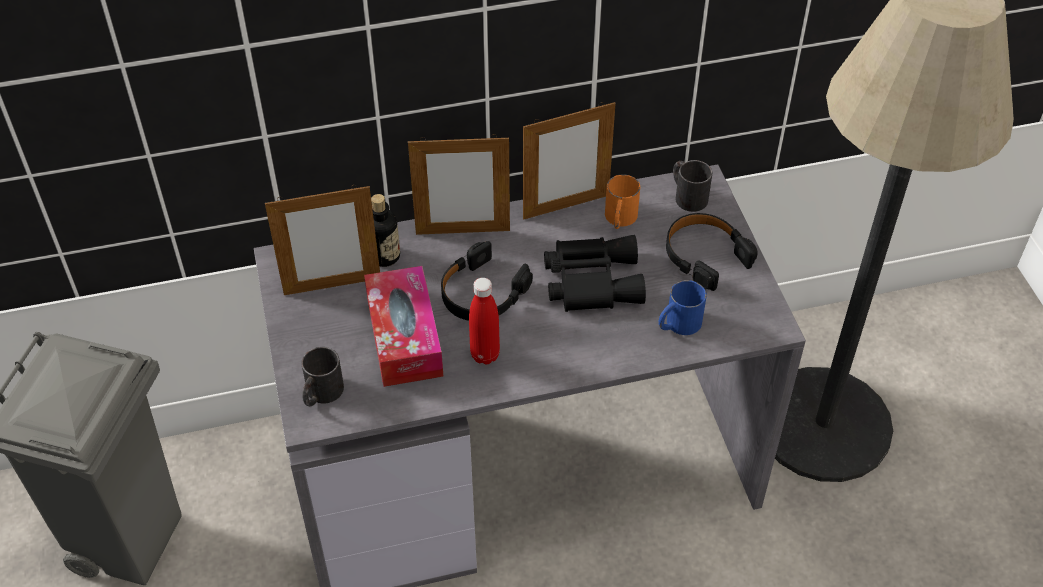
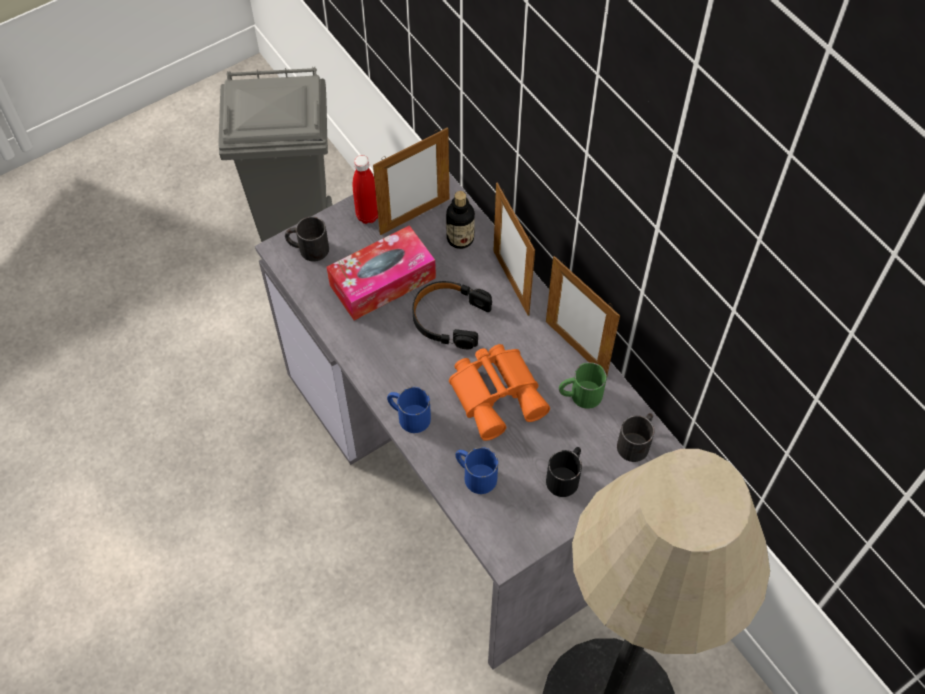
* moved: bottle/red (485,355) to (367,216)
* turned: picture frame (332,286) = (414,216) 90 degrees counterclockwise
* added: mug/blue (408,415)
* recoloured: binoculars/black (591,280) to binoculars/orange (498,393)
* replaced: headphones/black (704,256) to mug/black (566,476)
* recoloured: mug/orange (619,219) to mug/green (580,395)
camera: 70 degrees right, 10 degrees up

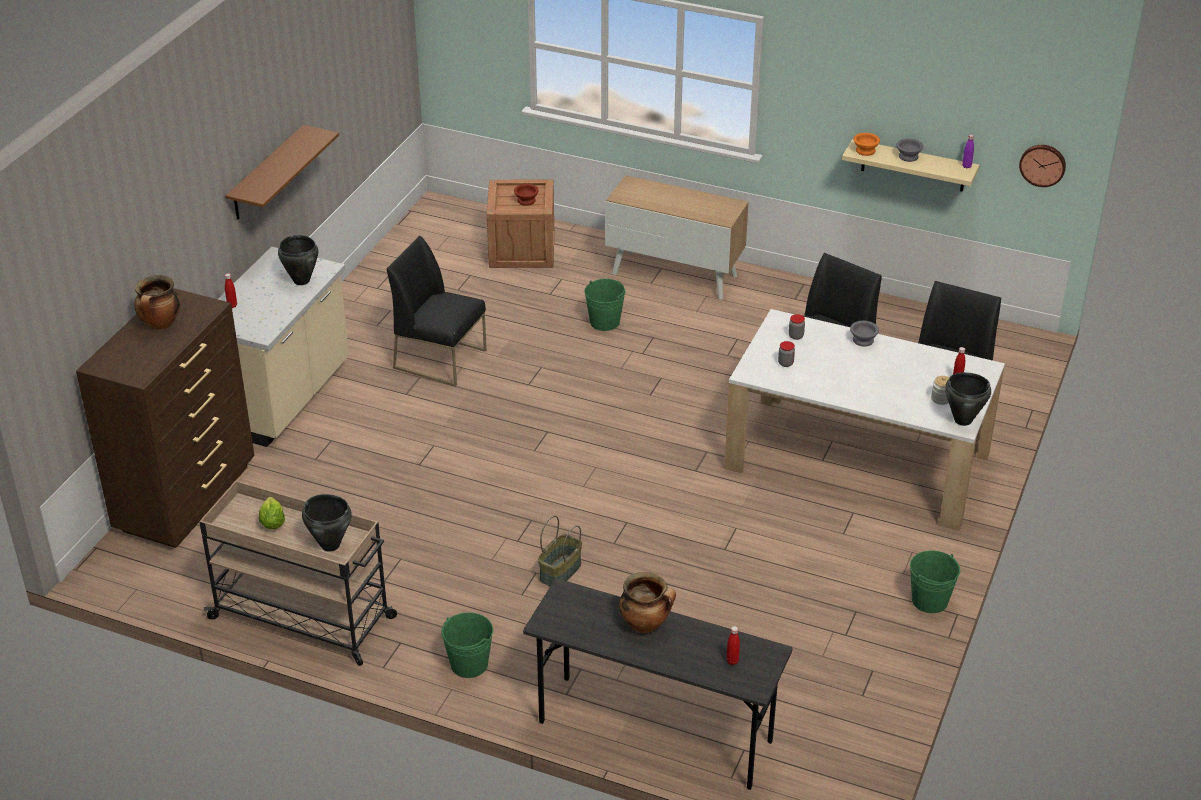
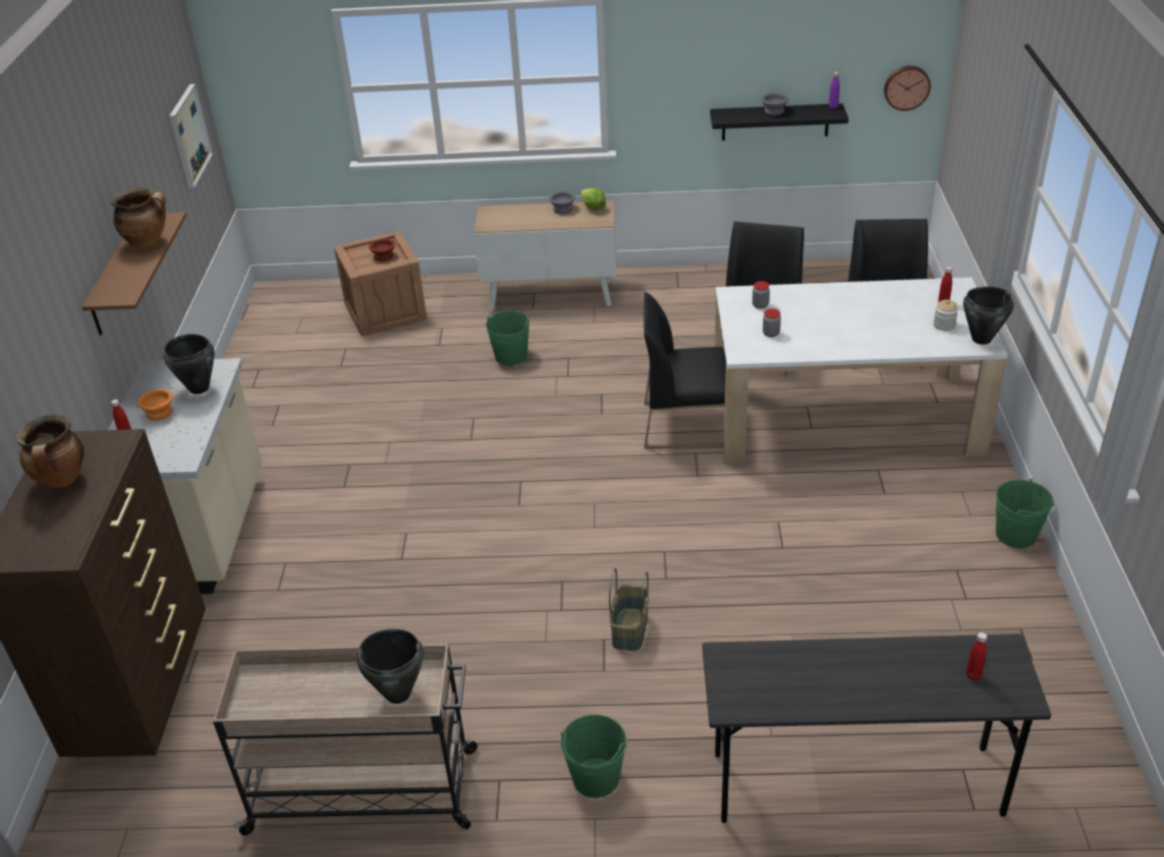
* moved: cooking pot (646,624) to (148,242)
* moved: bowl/orange (865,150) to (159,412)
* added: picture (189,135)
* moved: bowl/grey (862,340) to (562,209)
* moved: lettuce (272,523) to (593,208)
* moved: chair/black (441,359) to (684,424)
* recoloured: shelf/beige (913,166) to shelf/black (775,122)
camera: 20 degrees left, 0 degrees up

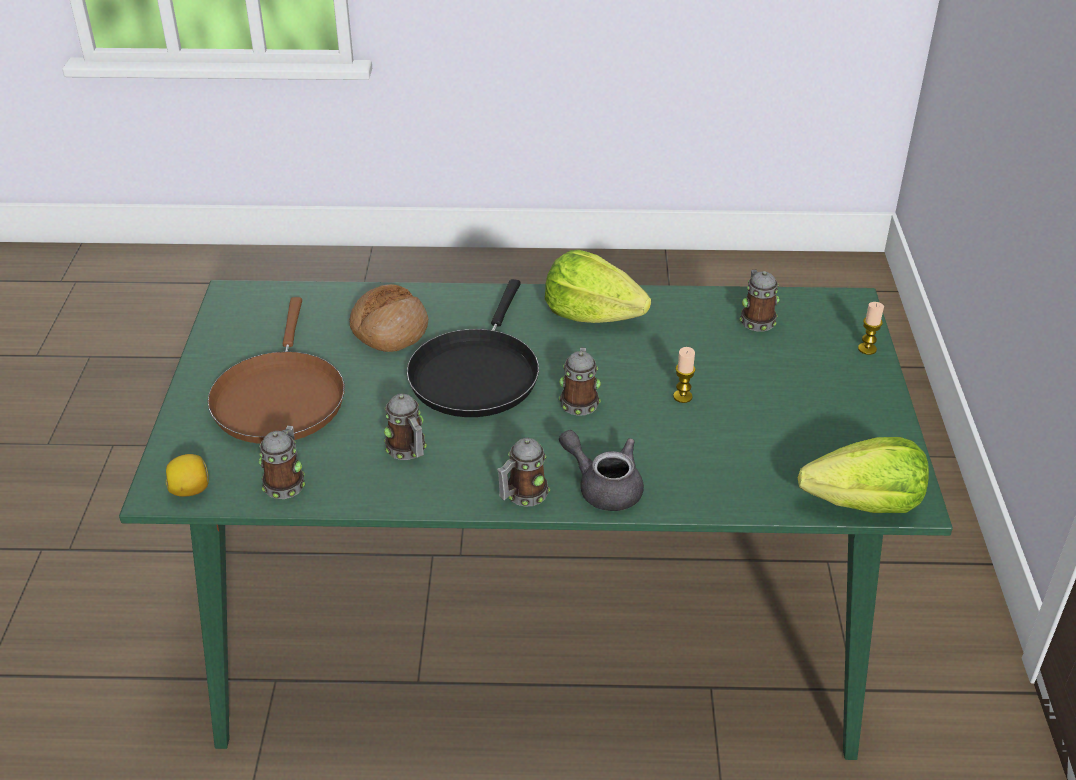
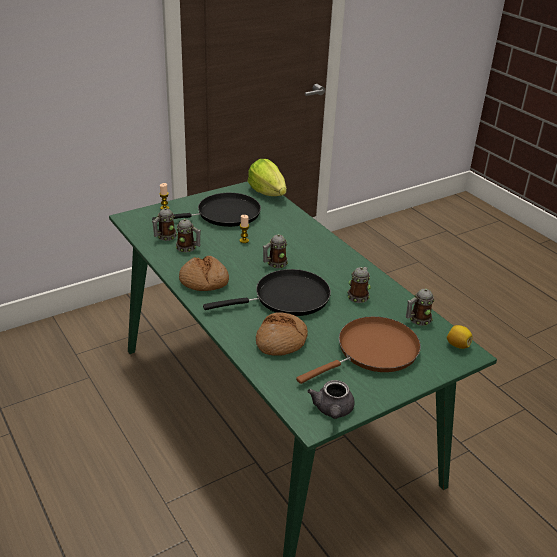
* added: frying pan/black (224,214)
* moved: mug (522,495) to (188,248)
* replaced: lettuce (592,315) to bread (204,281)
* moved: teapot/grey (604,487) to (332,410)
camera: 125 degrees left, 5 degrees down

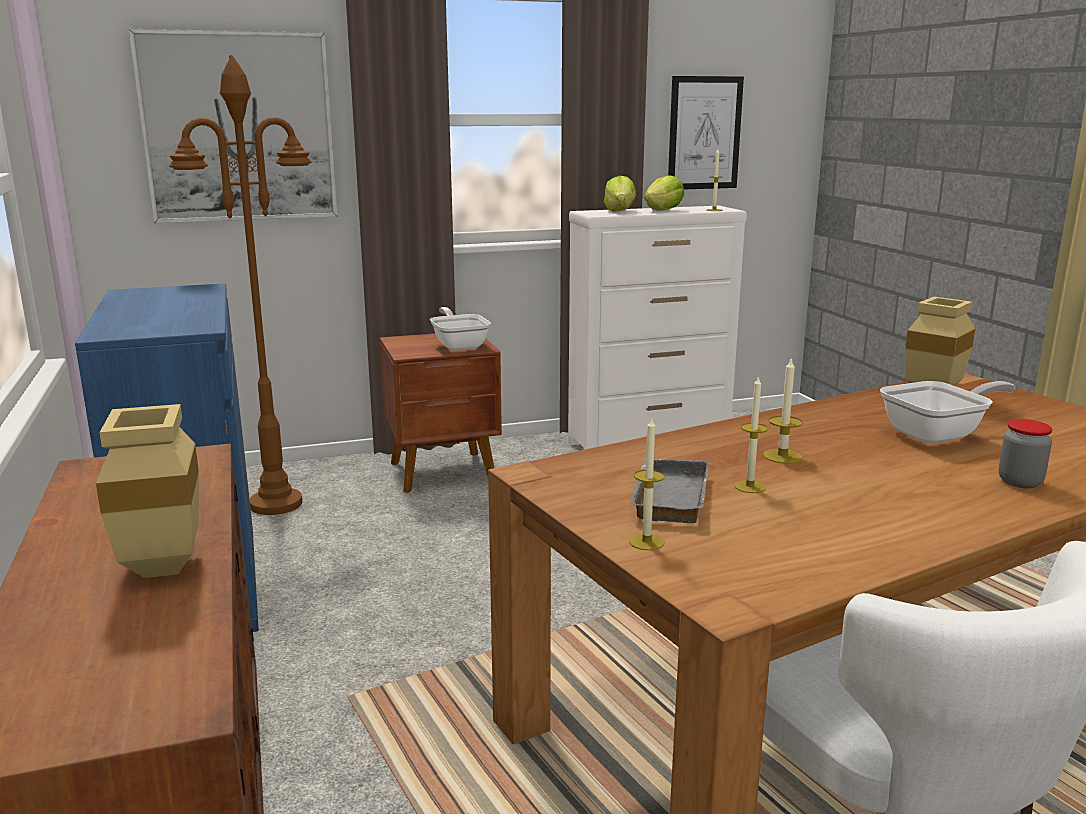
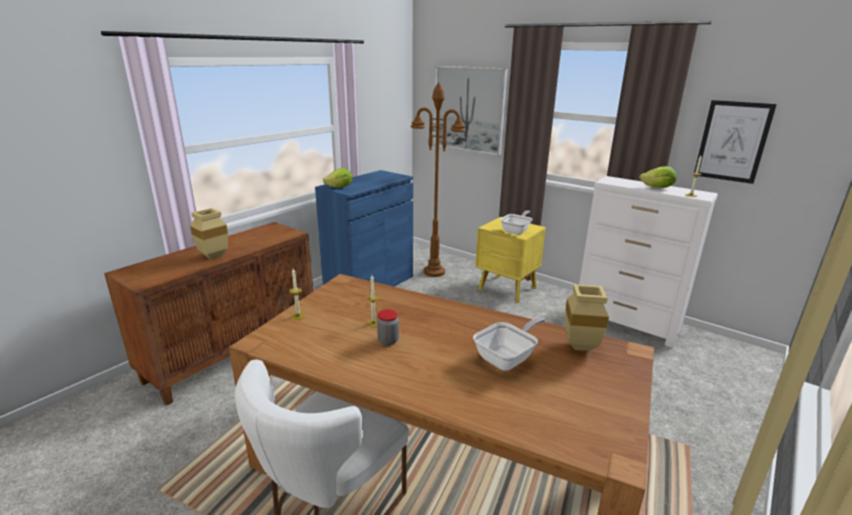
* moved: lettuce (620,211) to (340,187)
* moved: jar (1020,482) to (388,340)
* turned: frying pan (939,434) = (508,358) 75 degrees counterclockwise
* recoloured: nightstand/brown (444,472) to nightstand/yellow (507,289)
* removed: tray/grey (666,496)
* removed: candle (782,456)
camera: 55 degrees right, 5 degrees up

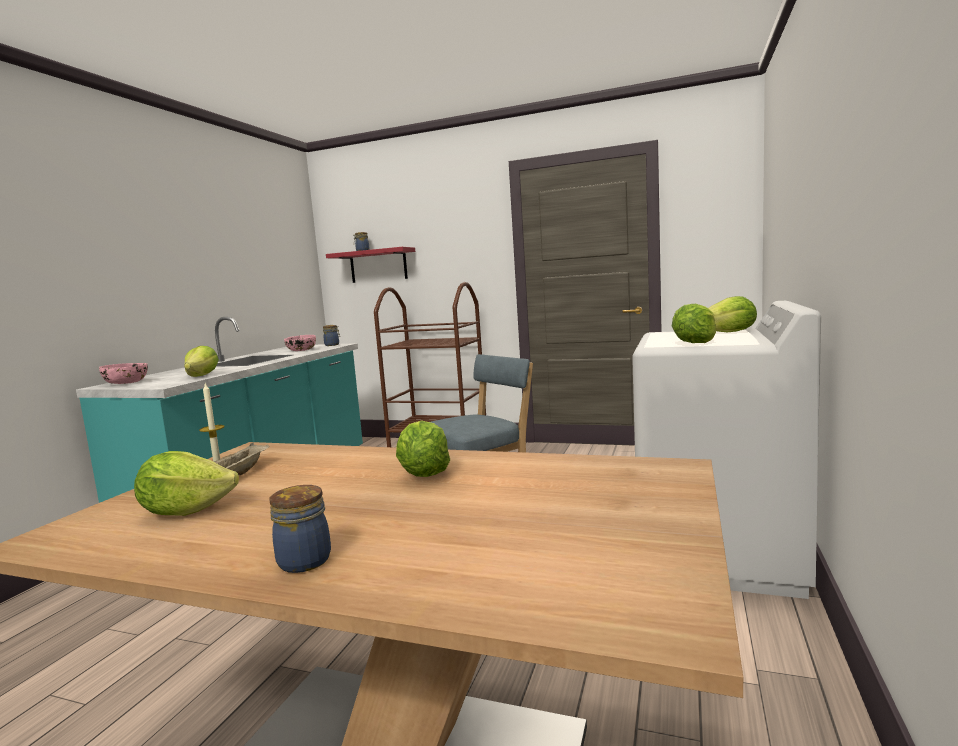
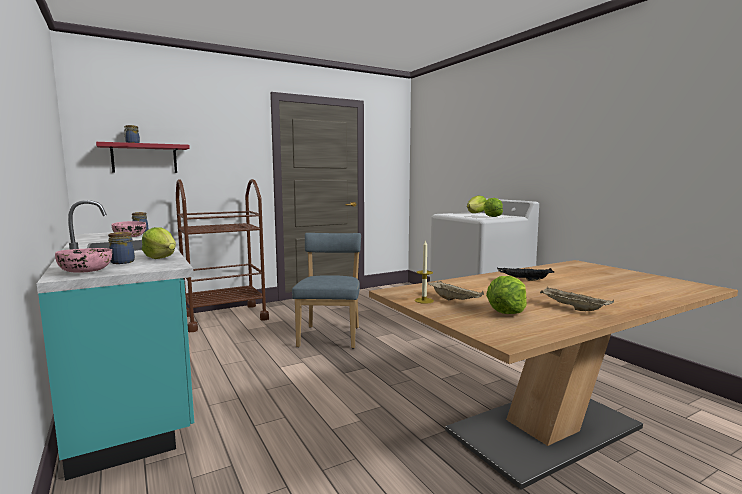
* moved: jar (306,560) to (122,262)
* replaced: lettuce (424,474) to tray/black (524,280)
* added: tray/beige (572,308)
camera: 50 degrees left, 0 degrees up

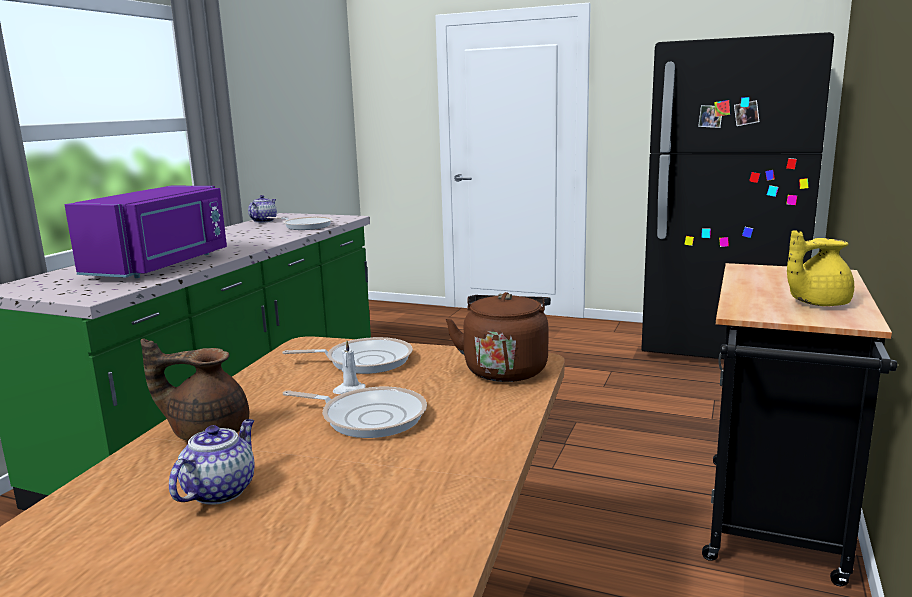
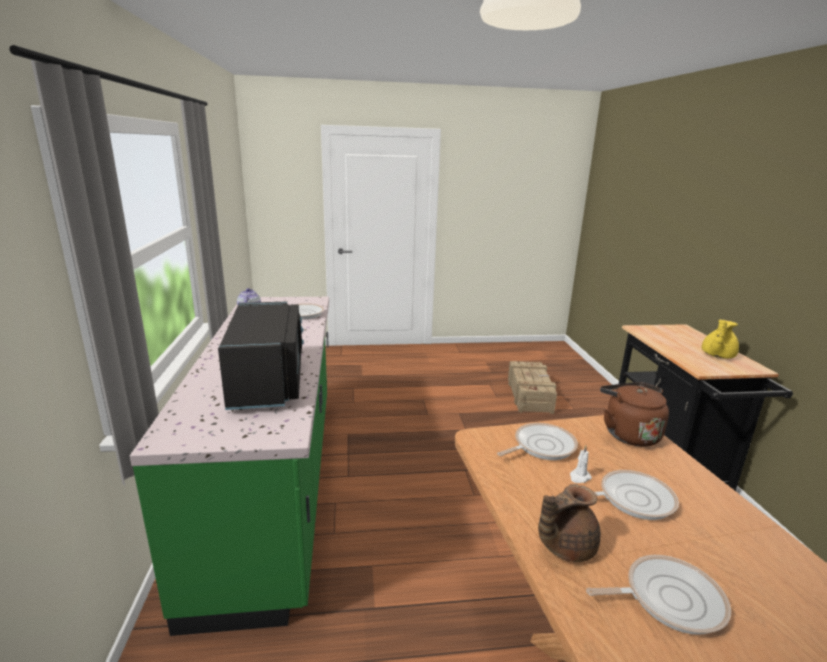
* recoloured: microwave/purple (162,265) to microwave/black (269,381)
* added: crate (530,395)
* replaced: teapot (220,490) to frying pan (668,598)
* removed: fridge/black (720,347)
camera: 30 degrees left, 5 degrees up

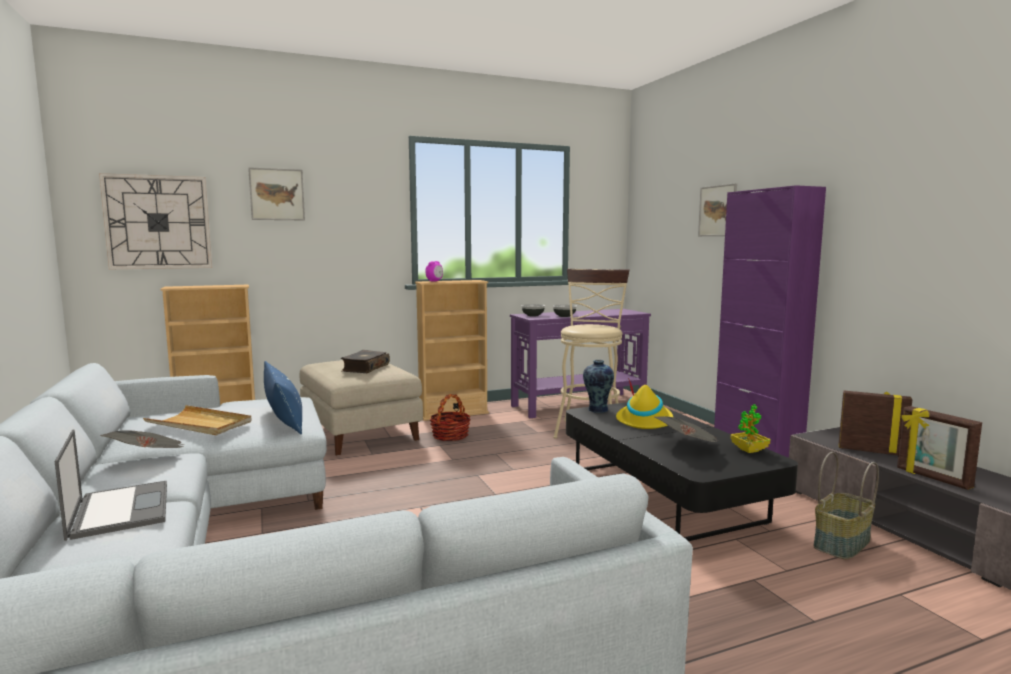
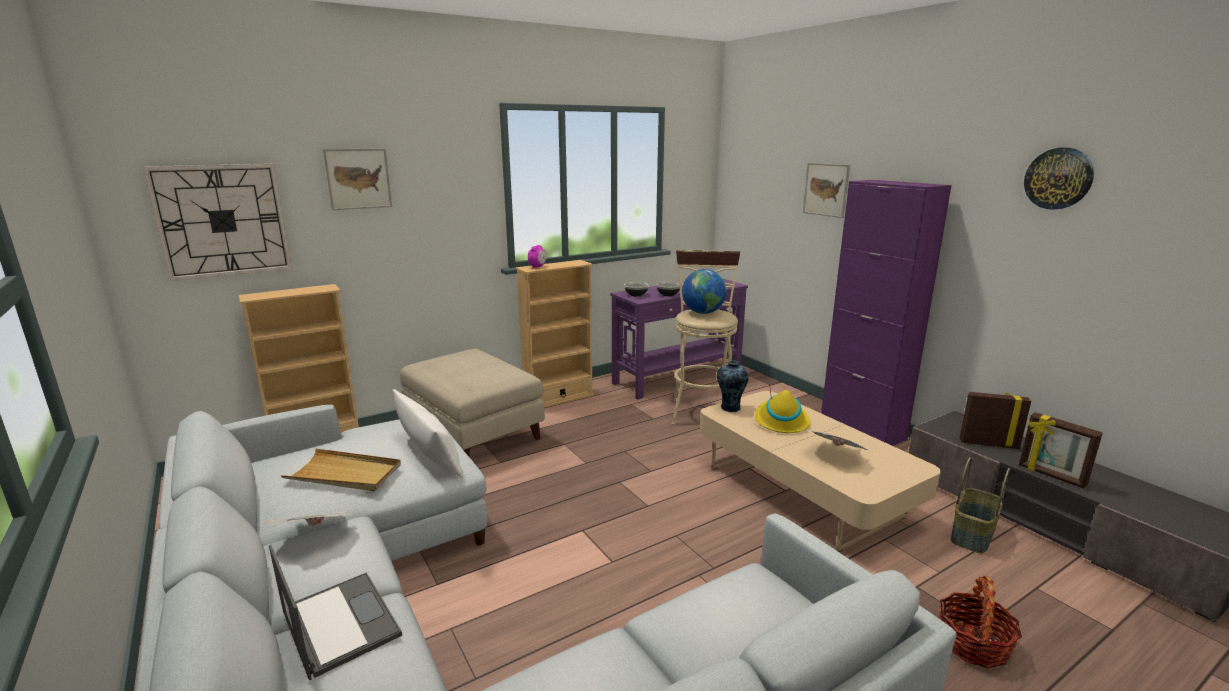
* recoloured: pillow/blue (284,419) to pillow/white (429,454)
* added: globe (703,312)
* recoloured: coffee table/black (663,495) to coffee table/beige (802,491)
* moved: basket (450,436) to (973,644)
* added: wall clock (1058,178)
* removed: book (365,368)
* removed: potted plant (749,450)
camera: 10 degrees left, 10 degrees up

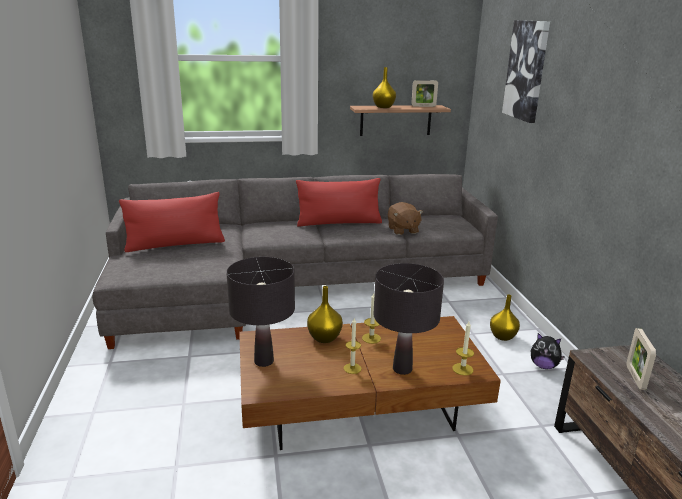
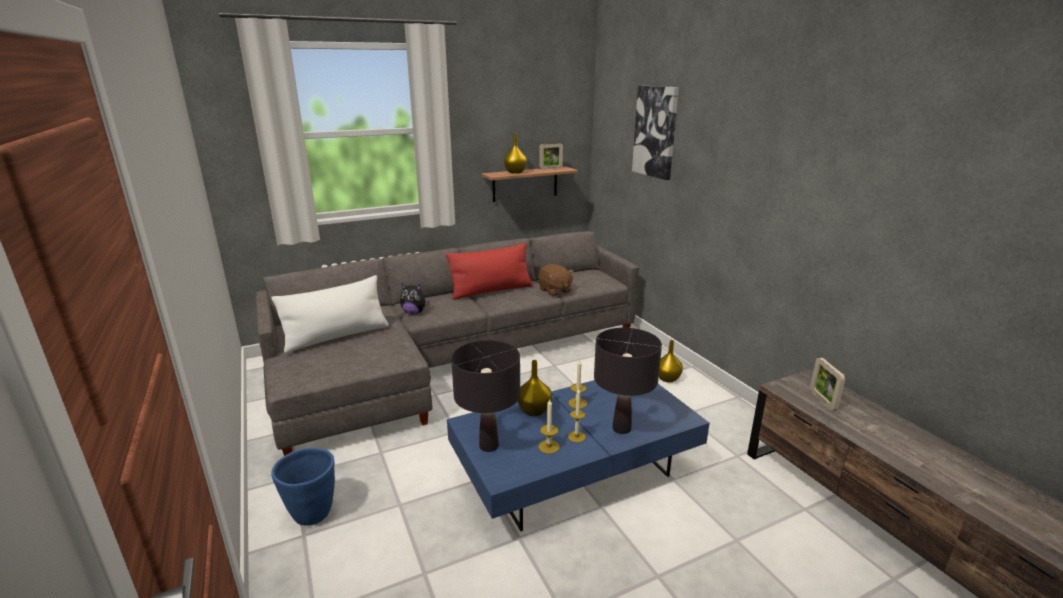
* recoloured: pillow/red (175,244) to pillow/white (337,336)
* added: planter/blue (312,513)
* moved: plush toy (543,366) to (414,313)
* recoloured: coffee table/brown (360,407) to coffee table/blue (575,471)
* moved: candle (462,369) to (549,446)
camera: 15 degrees left, 0 degrees up

